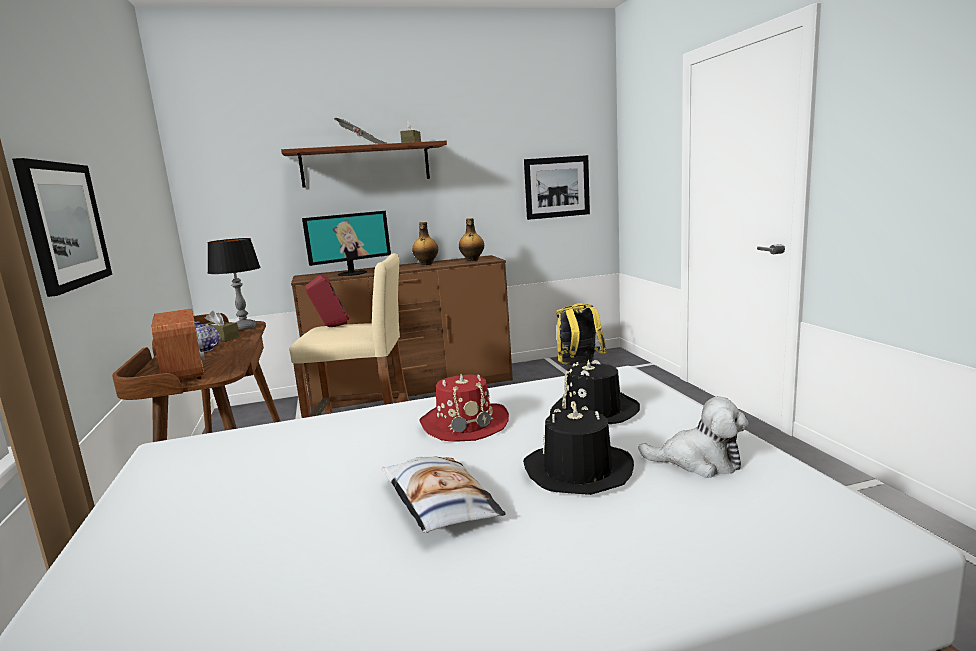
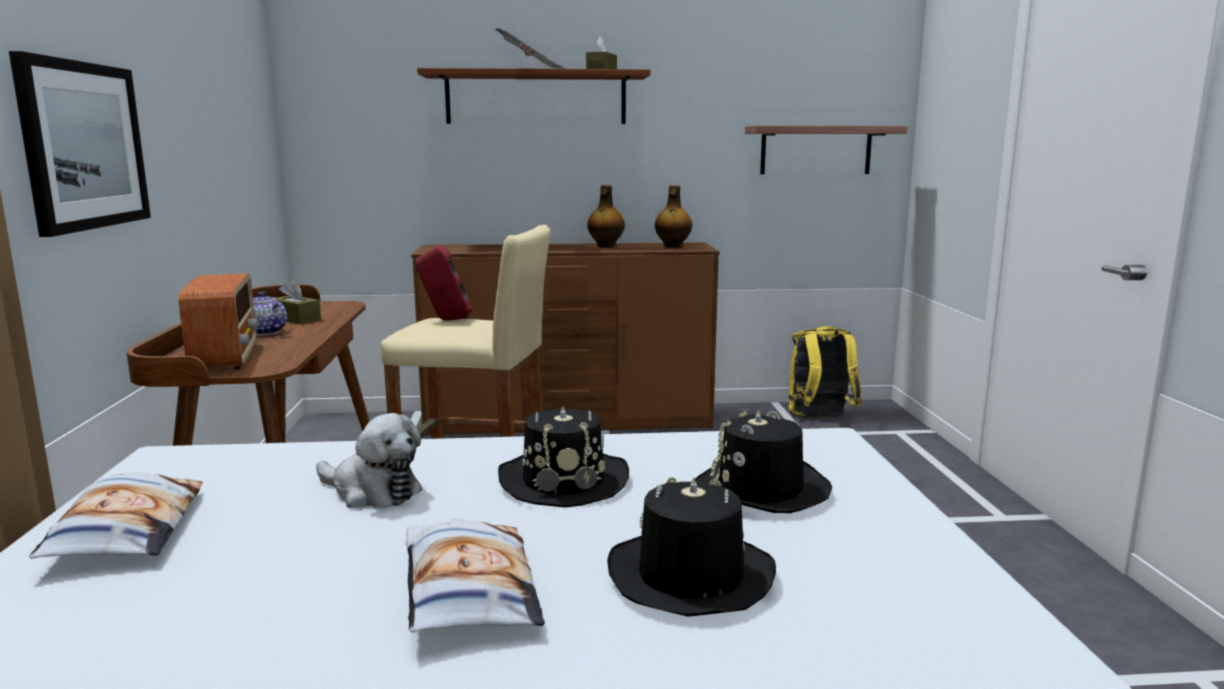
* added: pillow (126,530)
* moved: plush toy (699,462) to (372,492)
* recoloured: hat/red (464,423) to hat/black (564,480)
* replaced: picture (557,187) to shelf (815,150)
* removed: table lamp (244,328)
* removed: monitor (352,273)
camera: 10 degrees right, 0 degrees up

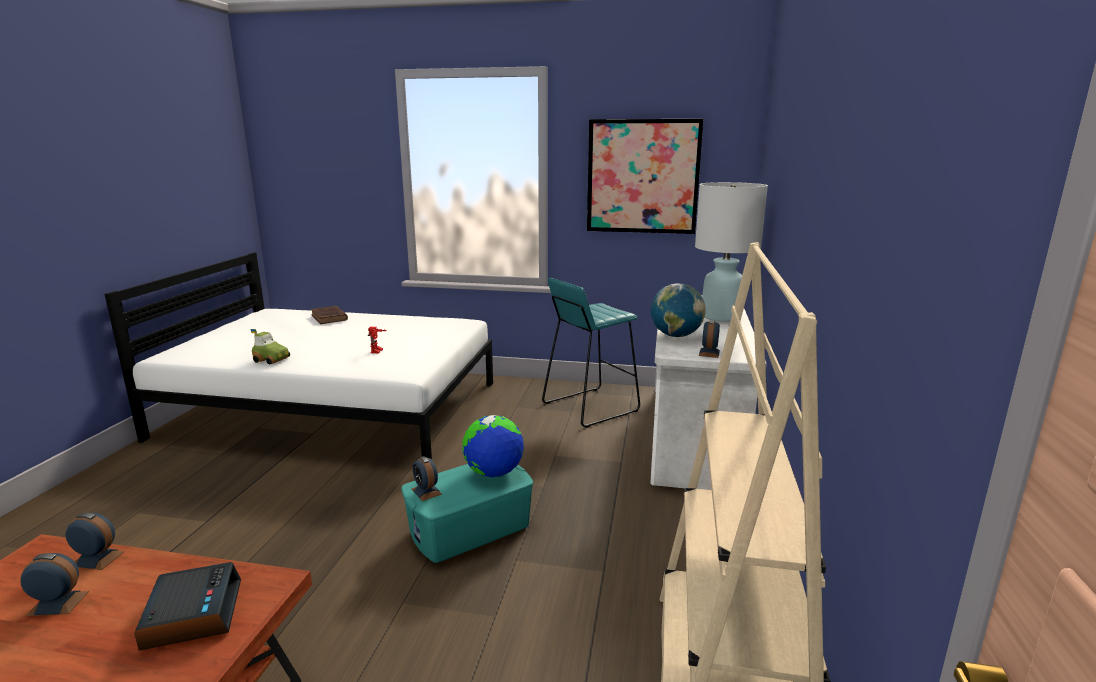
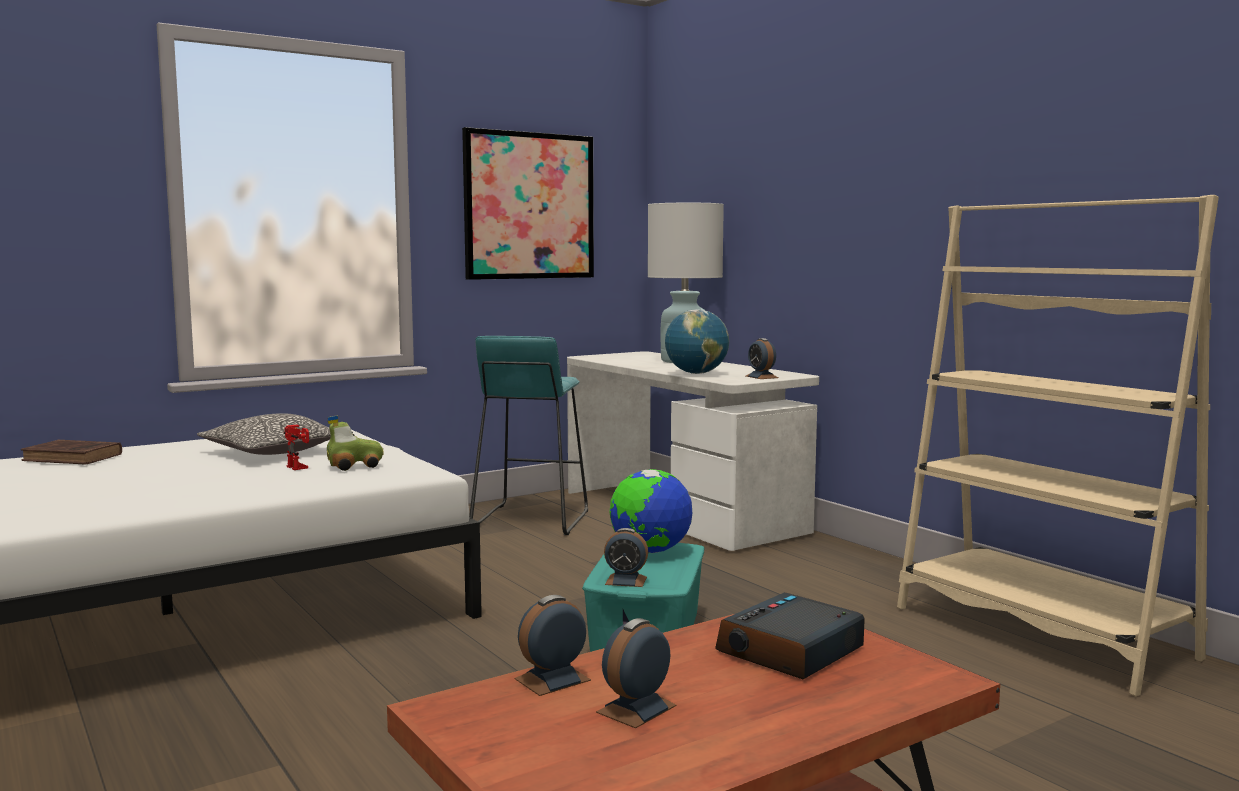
* added: pillow (272,452)
* moved: toy car (272,359) to (354,465)
* turned: alarm clock (192,614) = (790,651) 75 degrees counterclockwise
camera: 45 degrees left, 10 degrees down

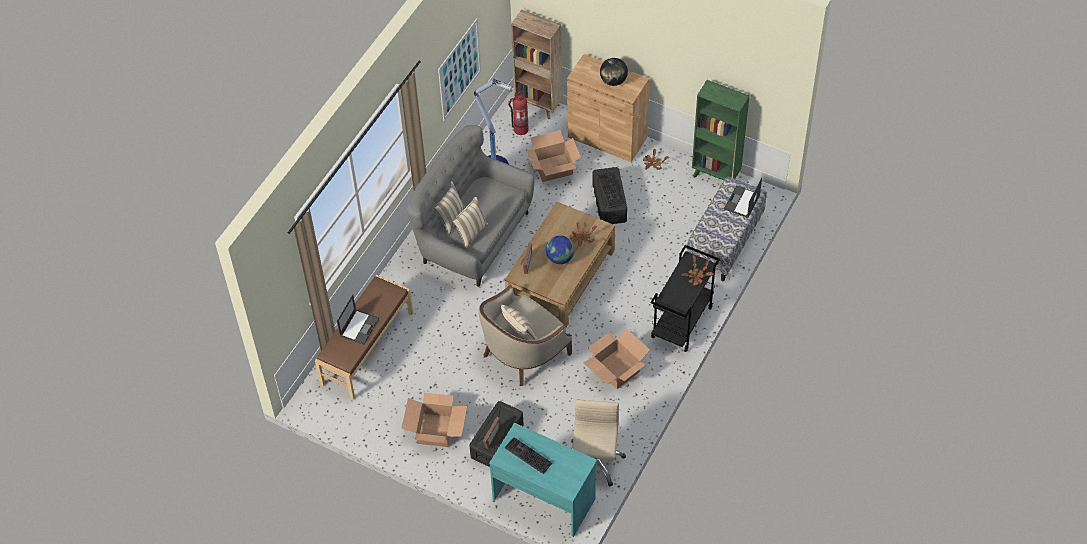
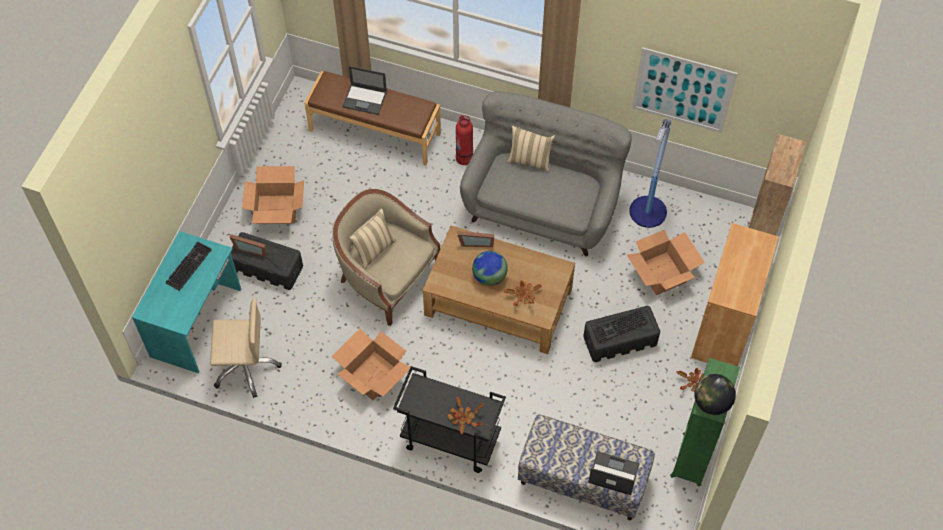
* moved: fire extinguisher (520,129) to (464,157)
* moved: globe (613,81) to (711,403)
* removed: pillow/beige (471,233)
camera: 80 degrees right, 5 degrees up

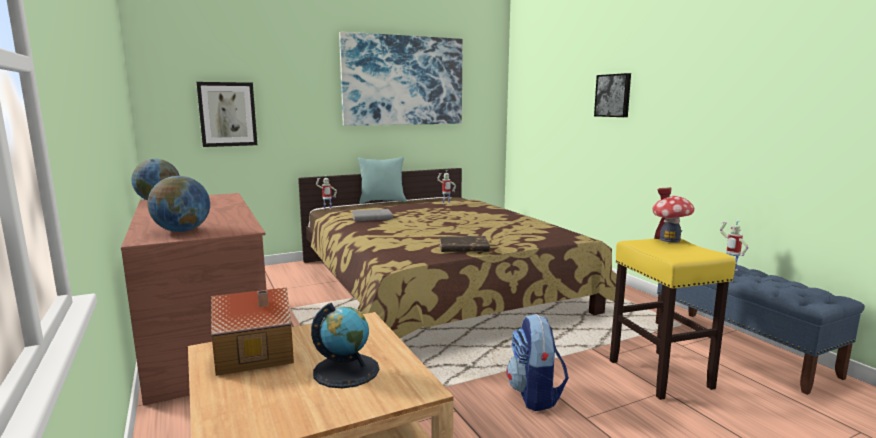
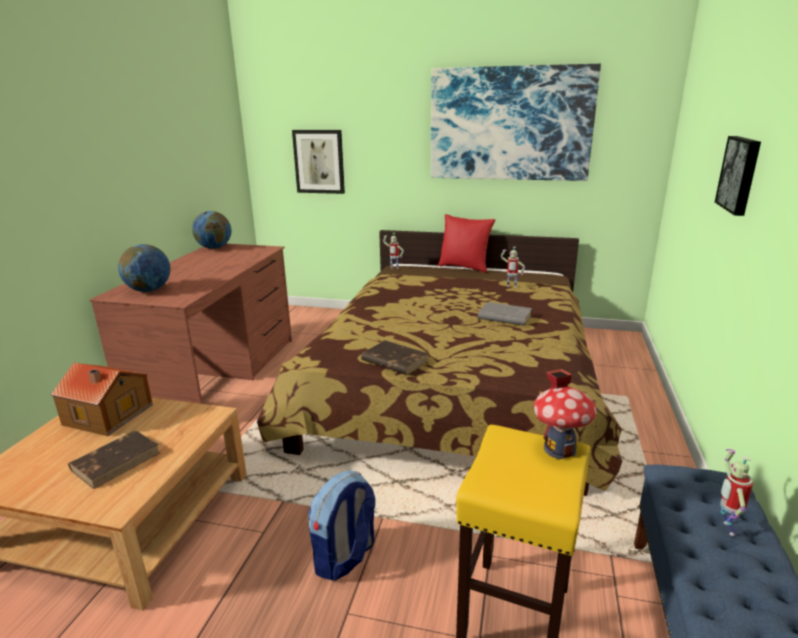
* replaced: globe (346,370) to book/brown (116,461)
* recoloured: pillow/turquoise (382,201) to pillow/red (464,267)
* moved: book/grey (371,218) to (504,317)
camera: 40 degrees right, 10 degrees up

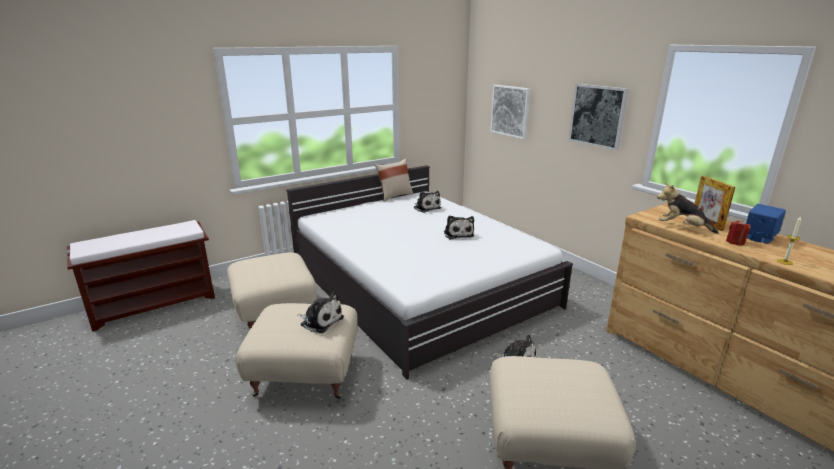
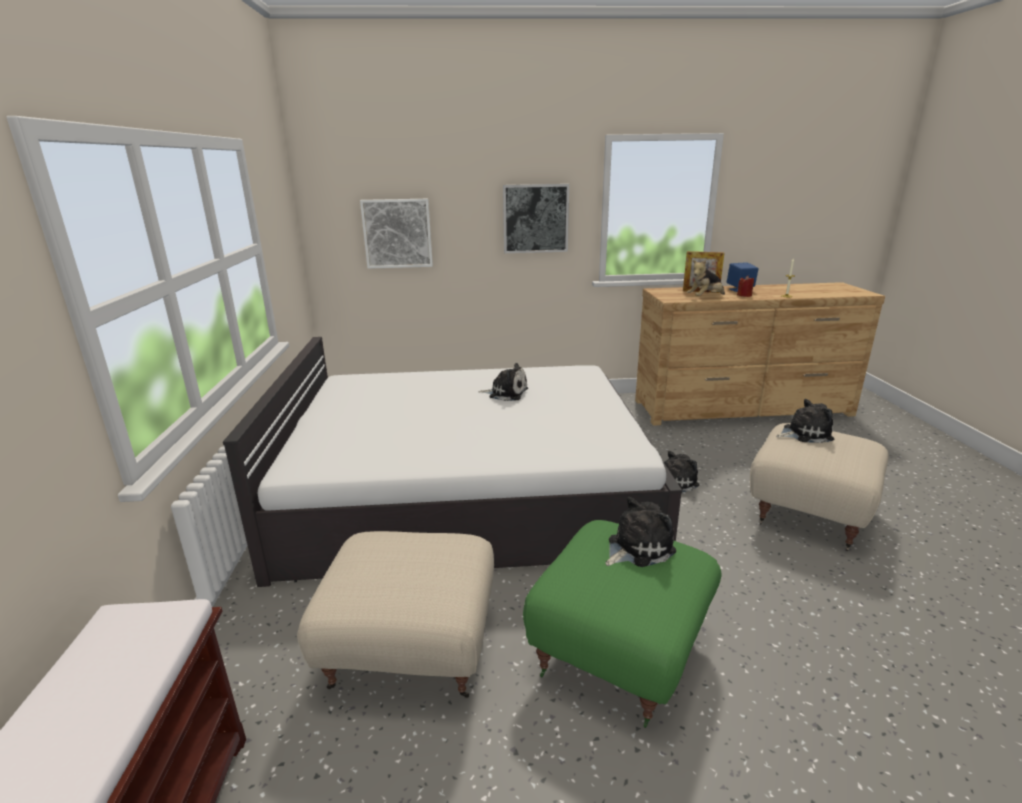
* recoloured: ottoman/beige (305,375) to ottoman/green (618,652)
* moved: plush toy (426,208) to (804,433)
* removed: pillow/beige (394,196)
camera: 60 degrees left, 0 degrees up

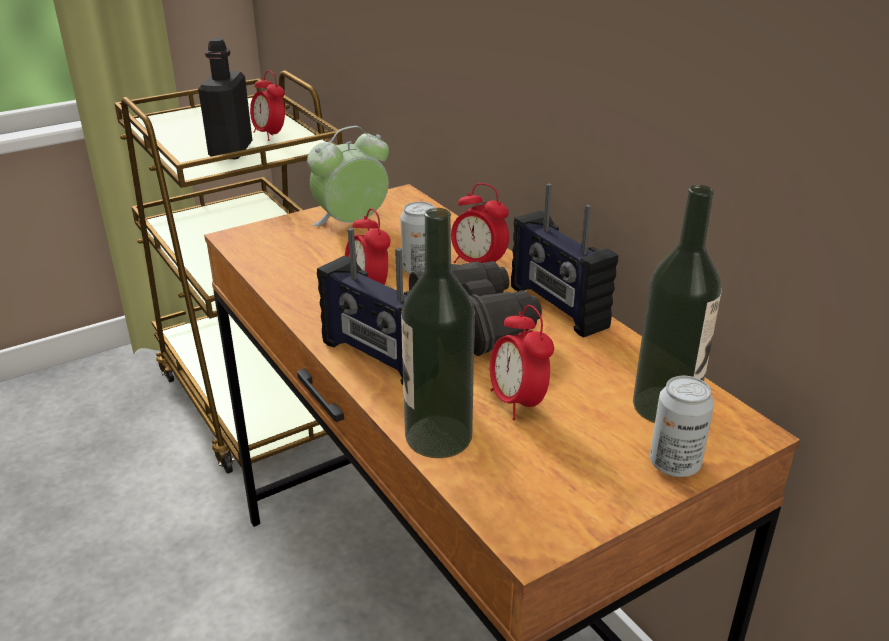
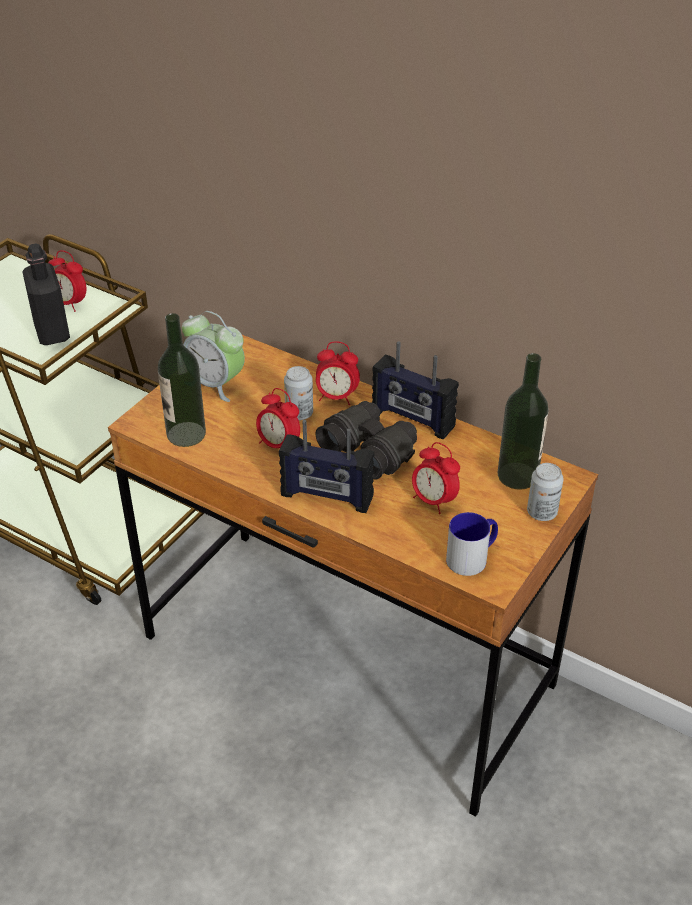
* moved: bottle (438,436) to (186,434)
* turned: alarm clock (351,224) = (215,384) 90 degrees counterclockwise
* added: mug (472,557)
camera: 25 degrees left, 10 degrees up

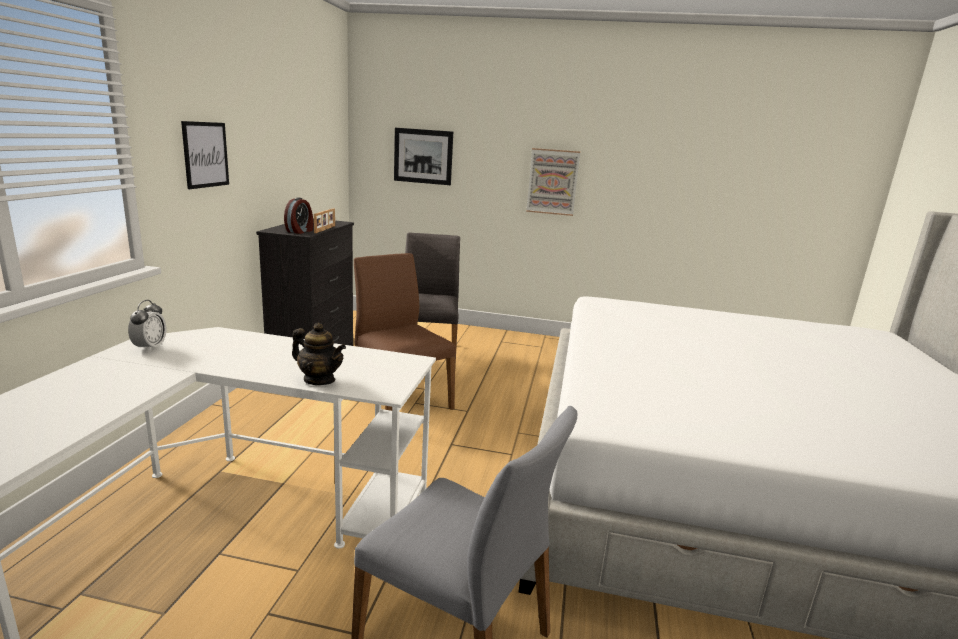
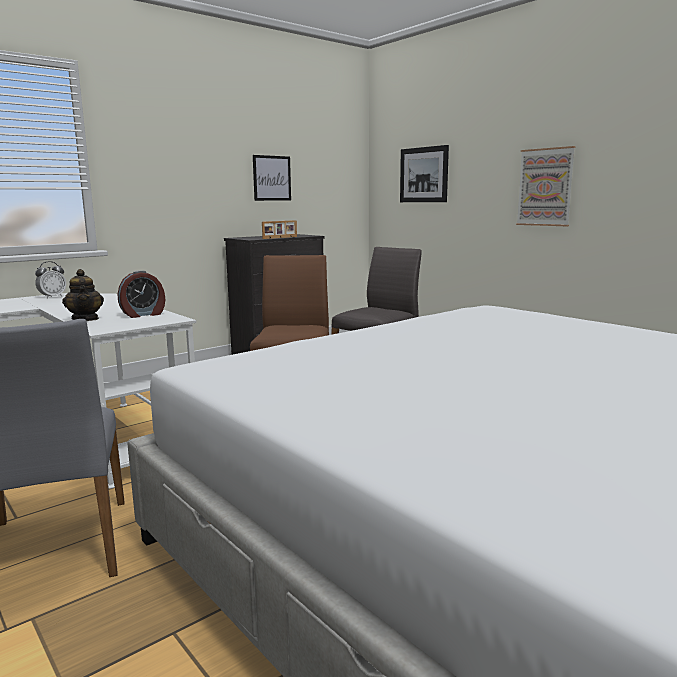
* moved: alarm clock (300,231) to (143,314)
* moved: picture (205,154) to (272,178)
camera: 40 degrees right, 5 degrees down

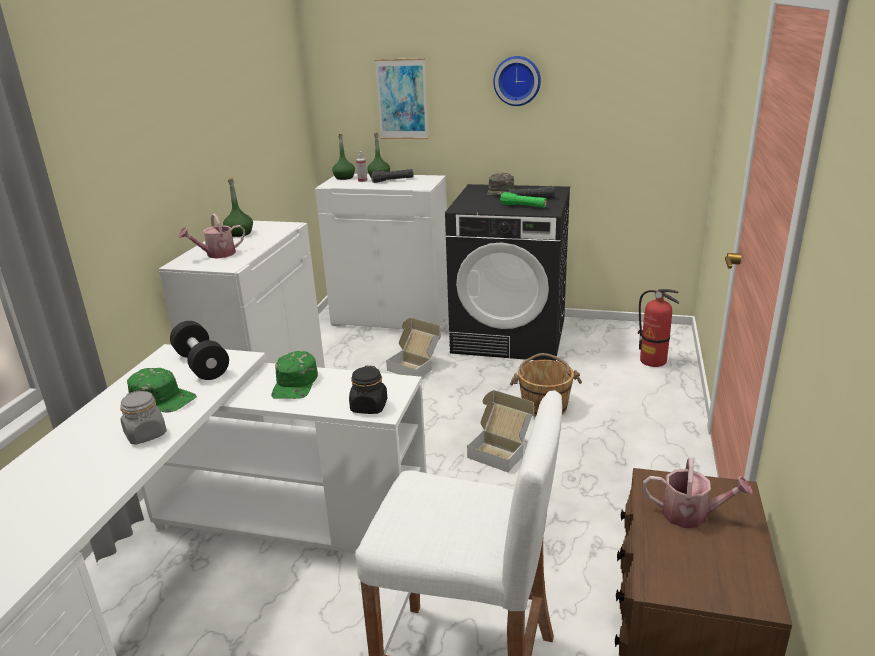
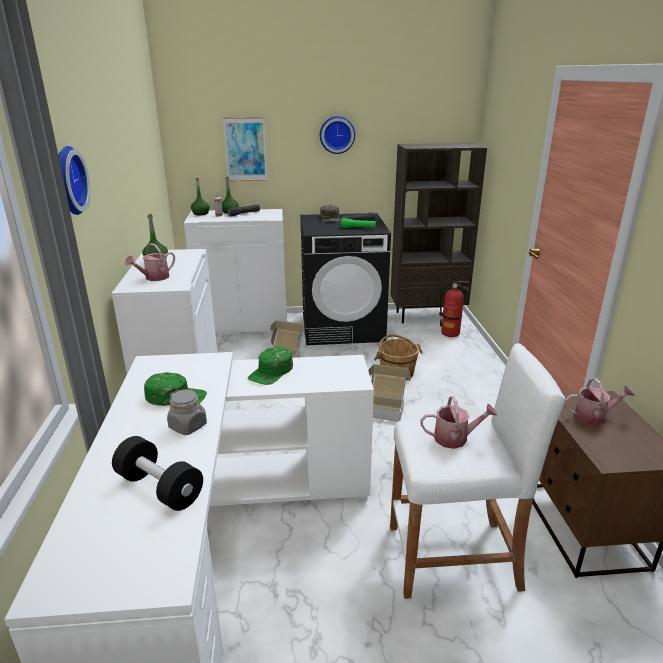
* added: wall clock (66,181)
* moved: dumbbell/black (202,365) to (160,488)
* turned: cap/green (295,383) = (271,372) 45 degrees clockwise
* added: bookcase/brown (427,316)
* added: watering can (455,438)
* removed: jar/black (369,407)
camera: 20 degrees left, 0 degrees up

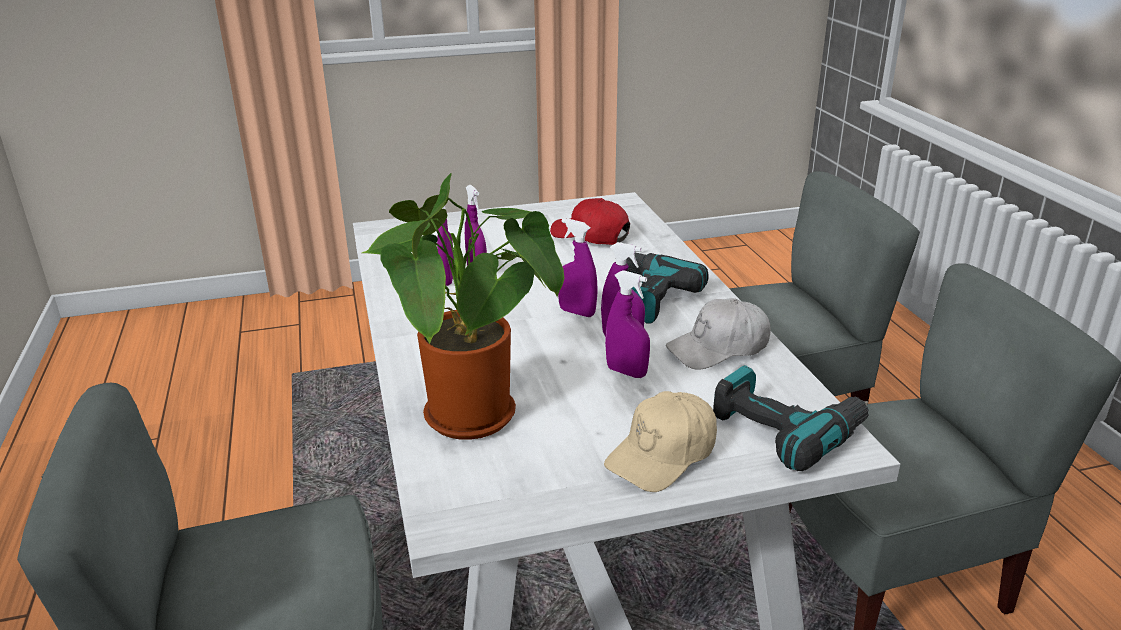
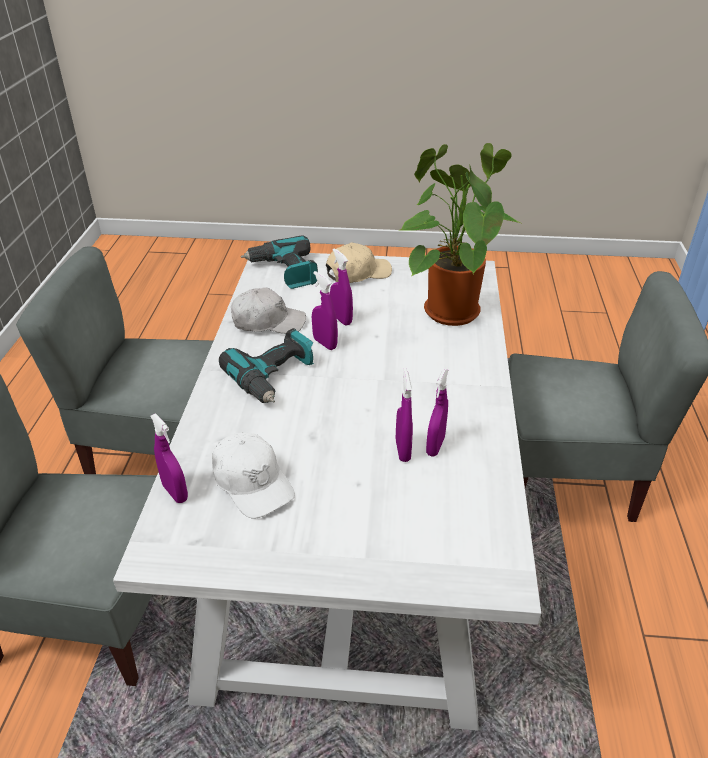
* moved: spray bottle/purple (577,312) to (175,492)
* recoloured: cap/red (590,235) to cap/white (252,482)
camera: 160 degrees left, 10 degrees up

